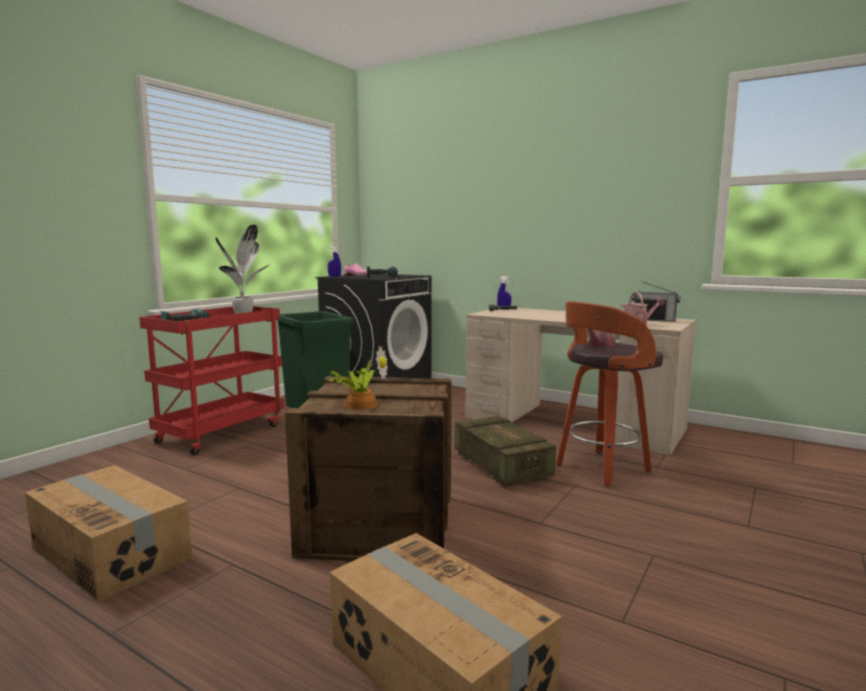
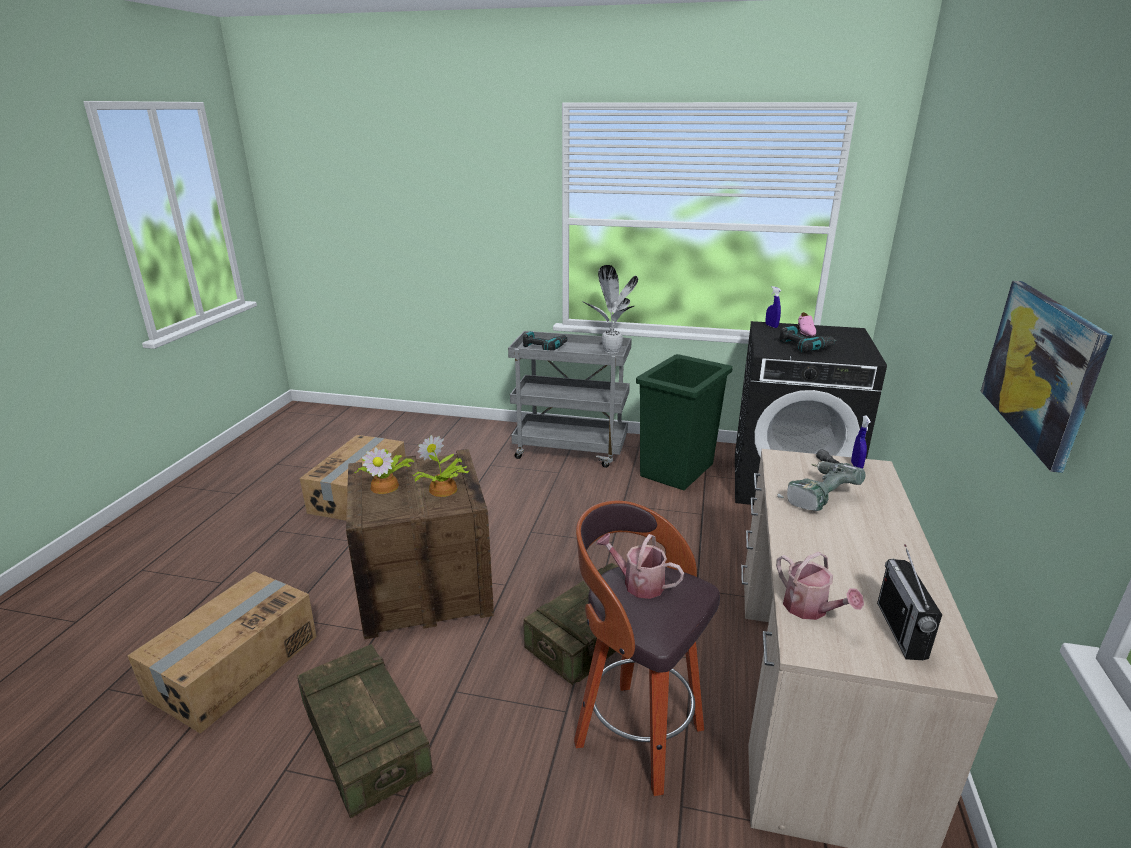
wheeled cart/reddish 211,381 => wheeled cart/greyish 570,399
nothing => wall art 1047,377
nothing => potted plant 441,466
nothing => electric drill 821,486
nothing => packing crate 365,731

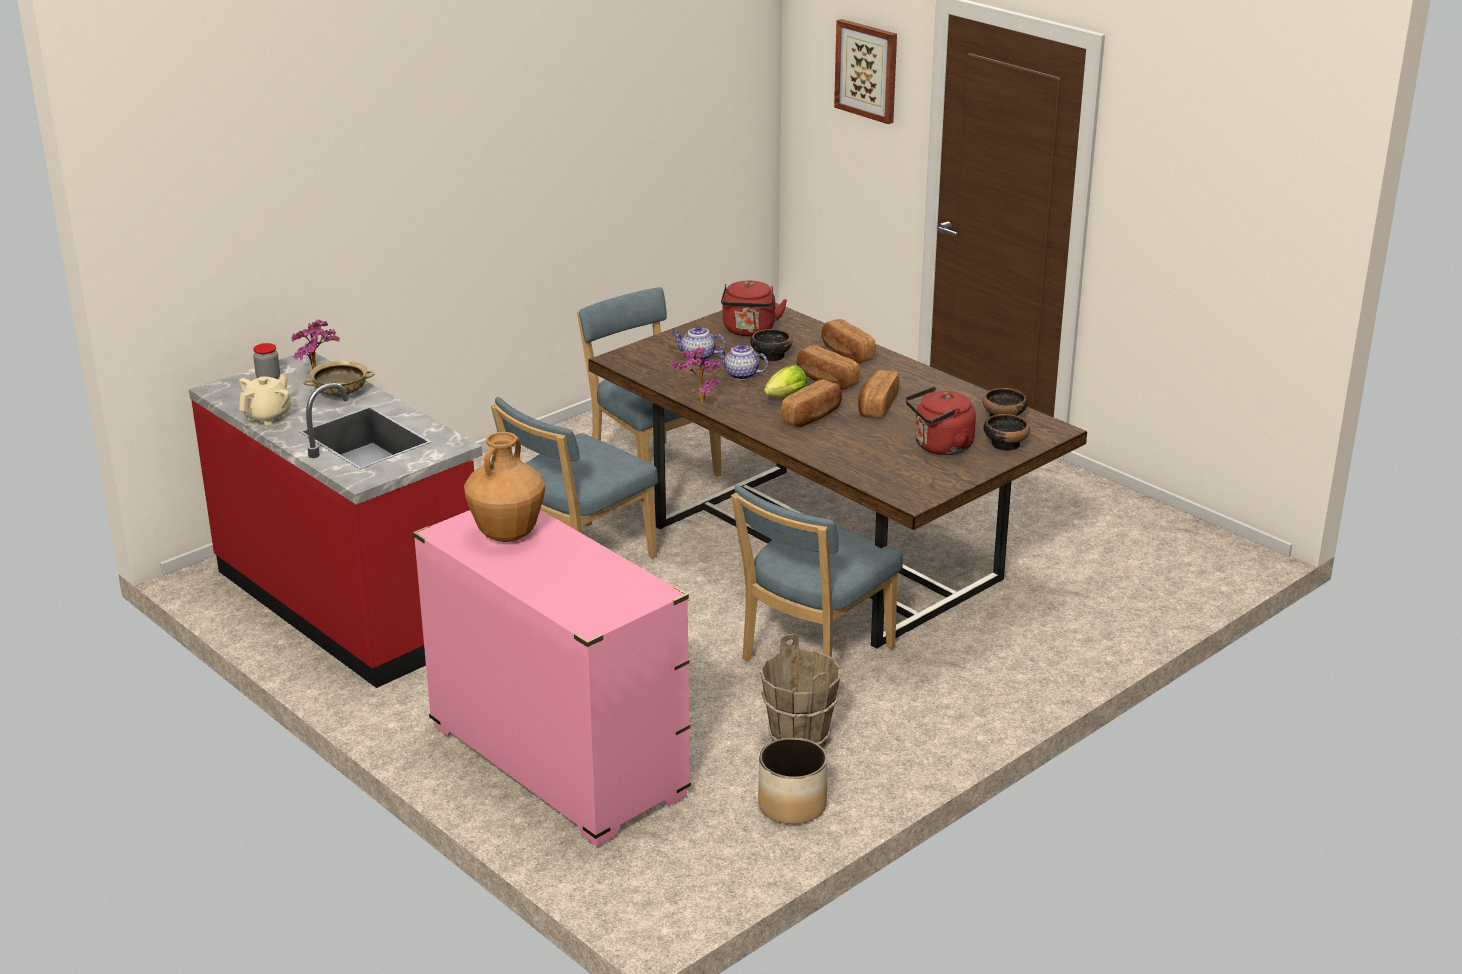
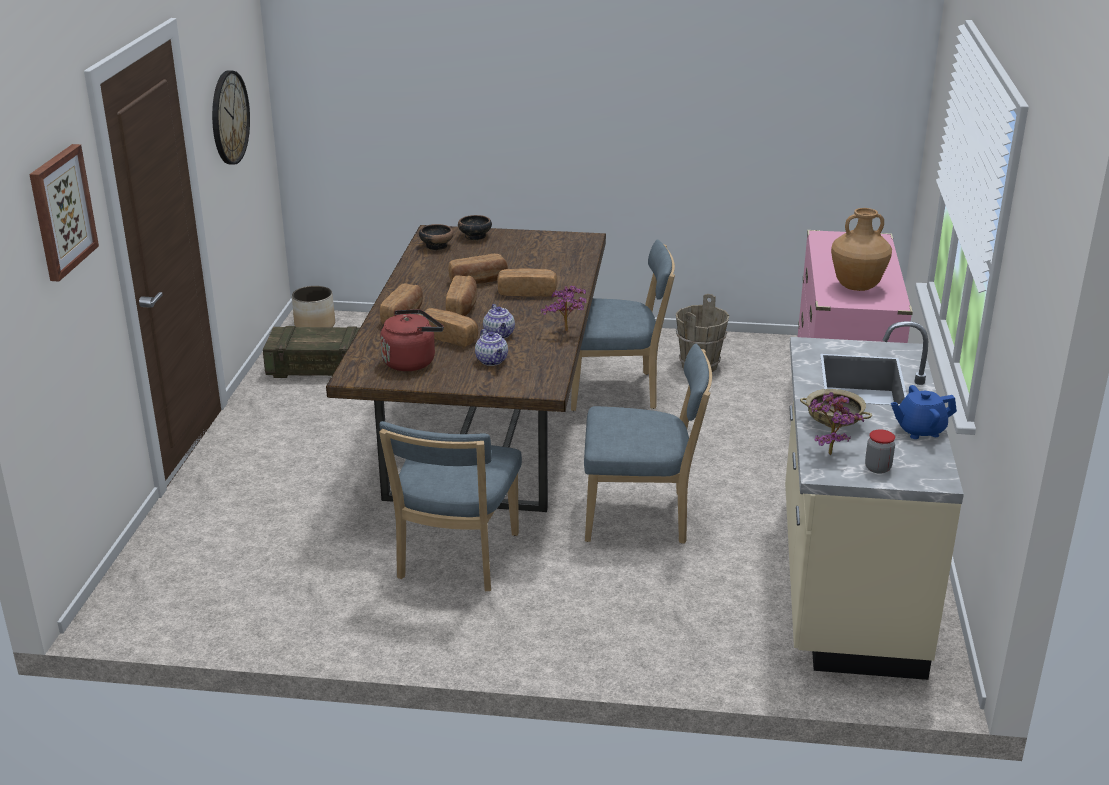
bowl 771,345 => baked bread 448,327
kitchen counter/reddish 336,520 => kitchen counter/beige-coloured 874,500
head of lettuce 785,381 => nothing
tea pot/beige-coloured 265,398 => tea pot/bluish 924,412
kettle/reddish 941,421 => nothing
plant pot 792,781 => plant pot 313,306, move
nothing => hanging clock 231,117
nothing => packing crate 311,352

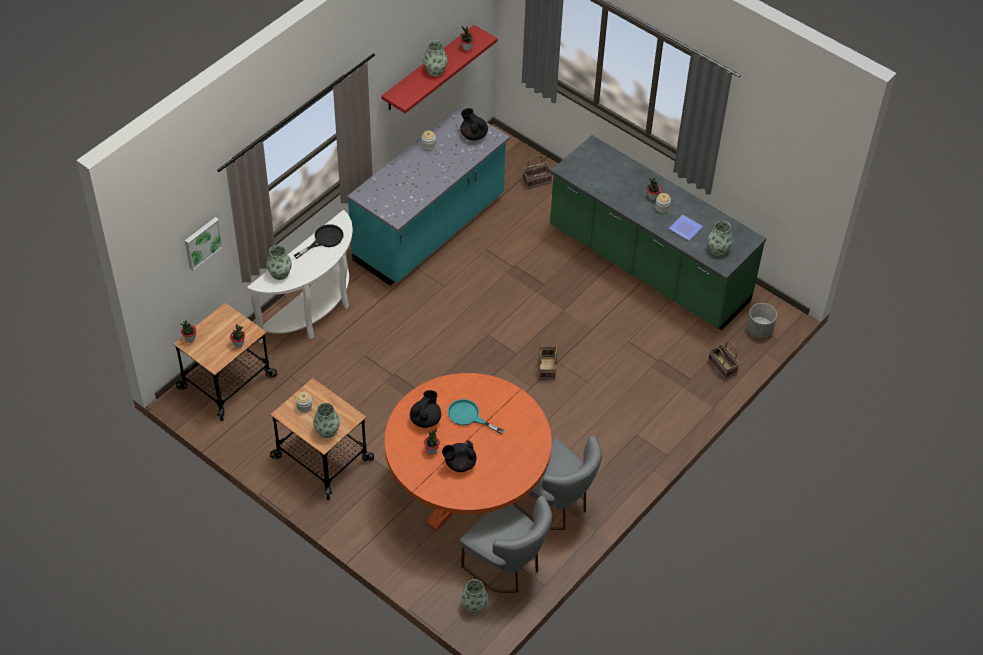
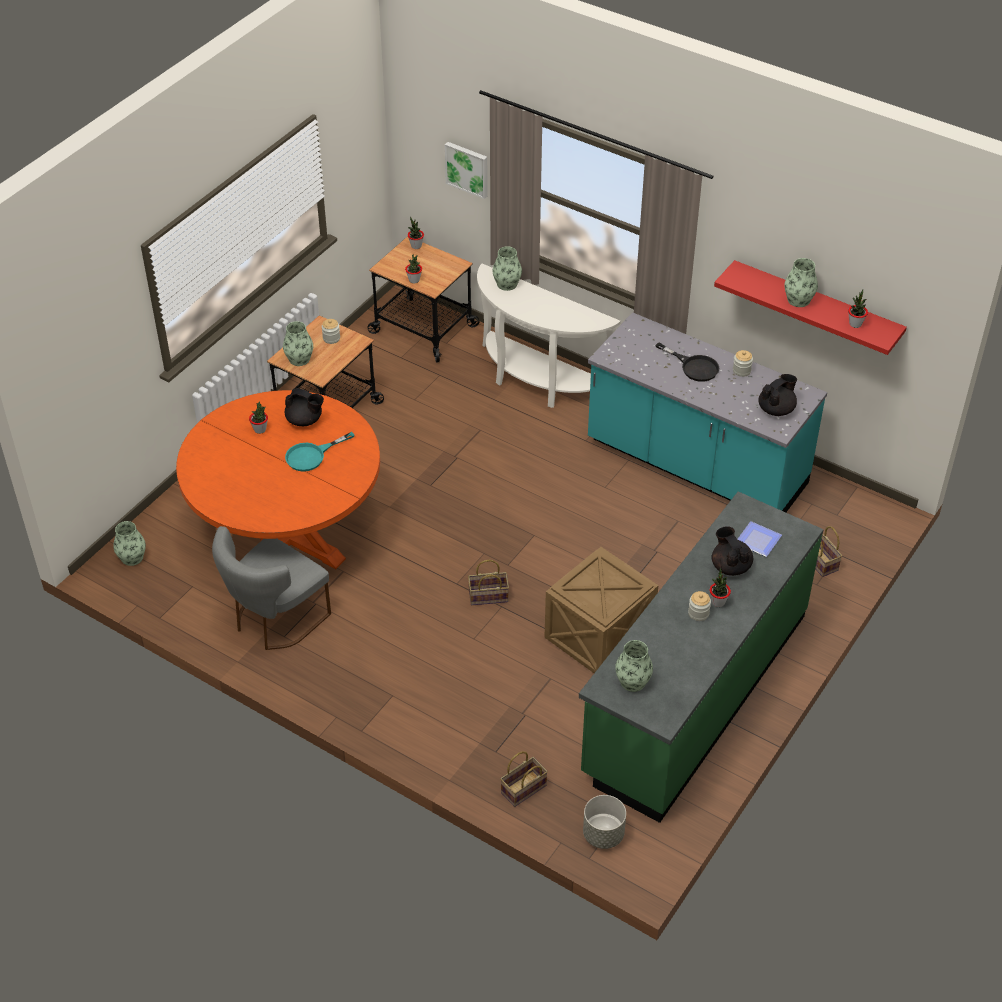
flat dish 686,227 => flat dish 760,539, move
skillet/blackish 319,241 => skillet/blackish 687,362, move
skillet/turquoise-coloured 476,417 => skillet/turquoise-coloured 320,452, 150 degrees counterclockwise
tea pot/blackish 459,456 => tea pot/blackish 732,551, move
plain chair/greyish 506,544 => nothing
nothing => packing crate 601,610

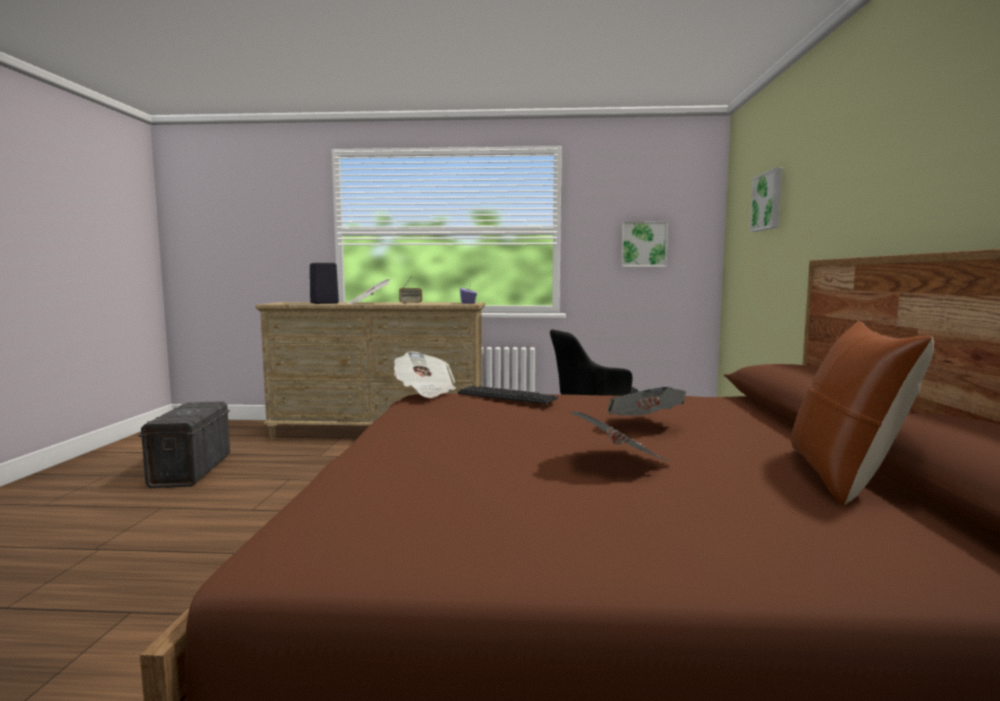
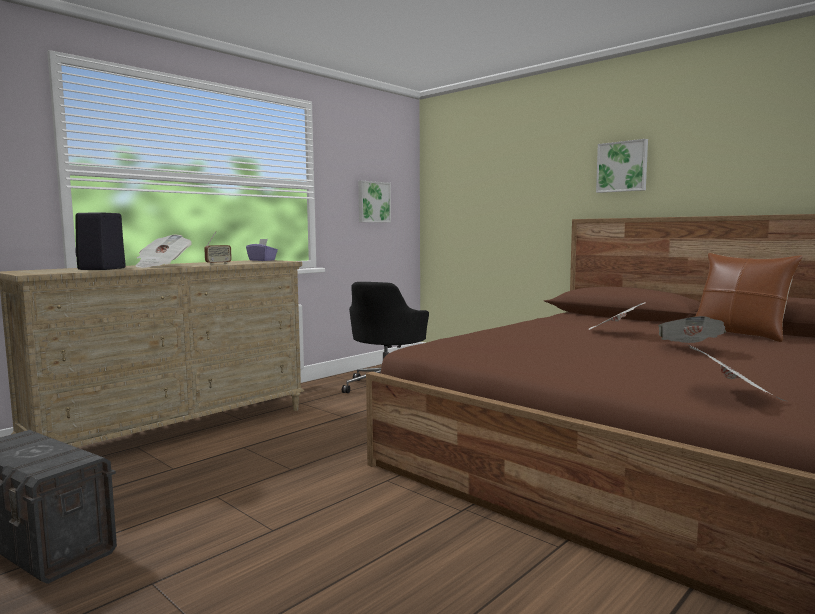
wall art 766,200 => wall art 622,166, move
printed paper 425,374 => printed paper 736,372, move
keyboard 508,395 => nothing

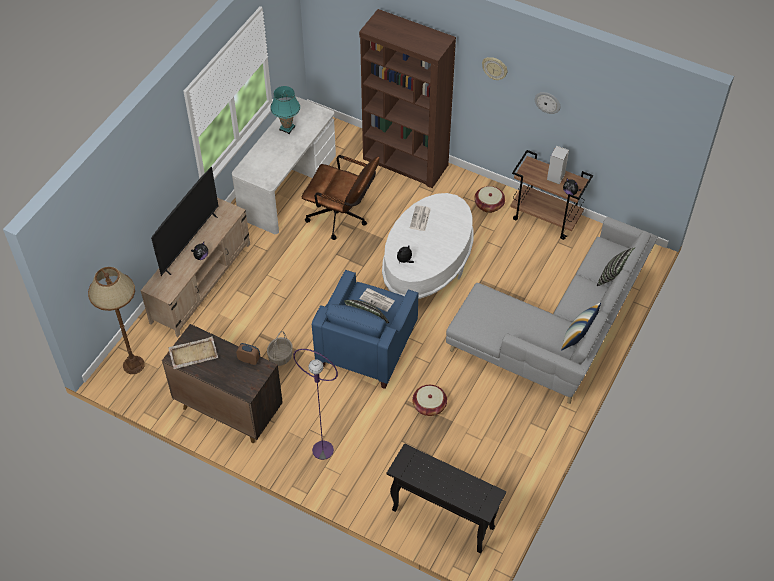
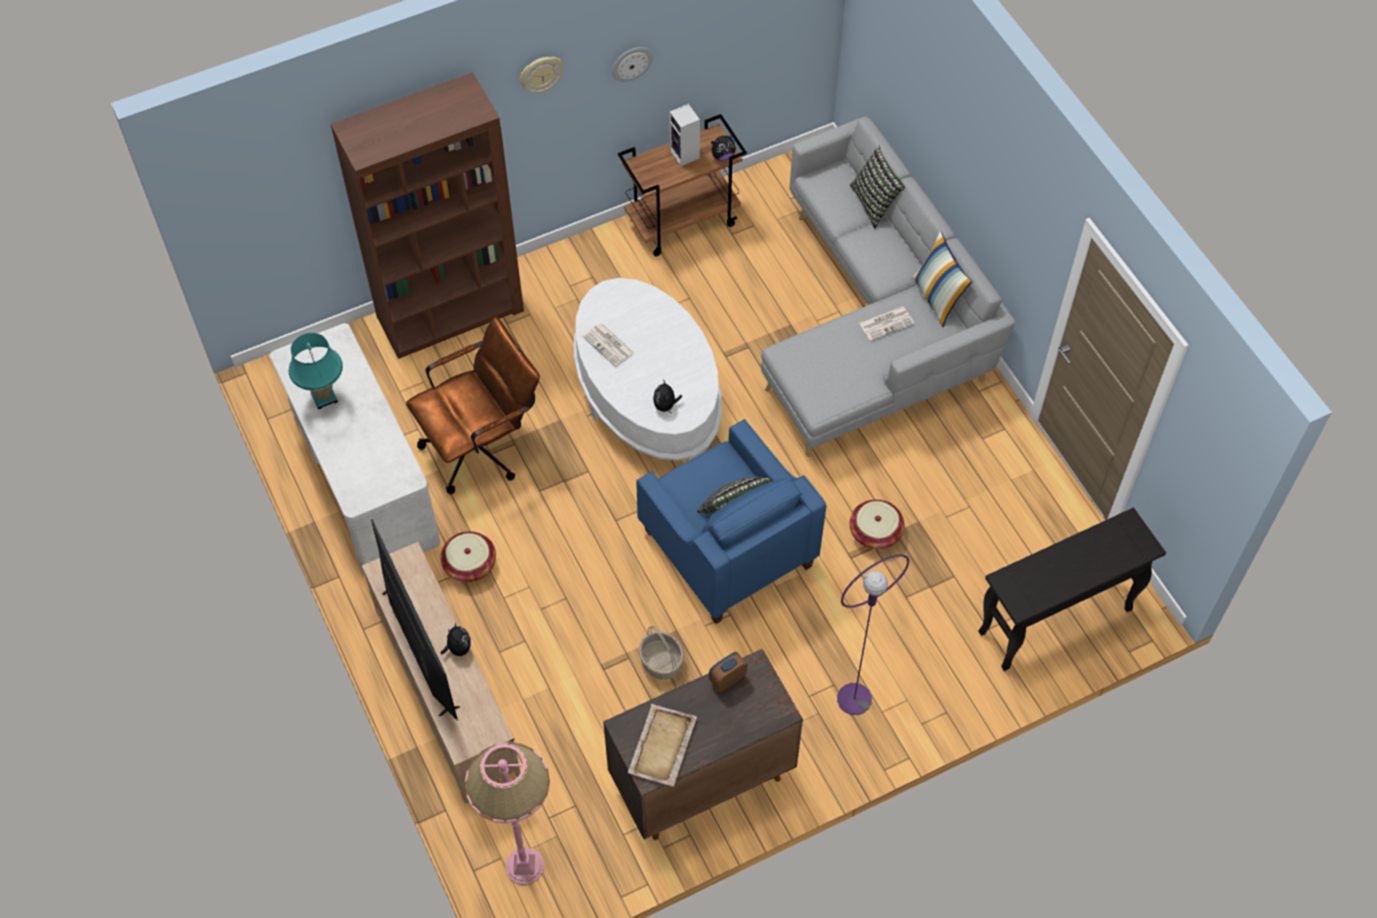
basket 489,199 => basket 468,556, move
standing lamp/brown-coloured 116,320 => standing lamp/pink-coloured 507,813
printed paper 377,300 => printed paper 887,323, move

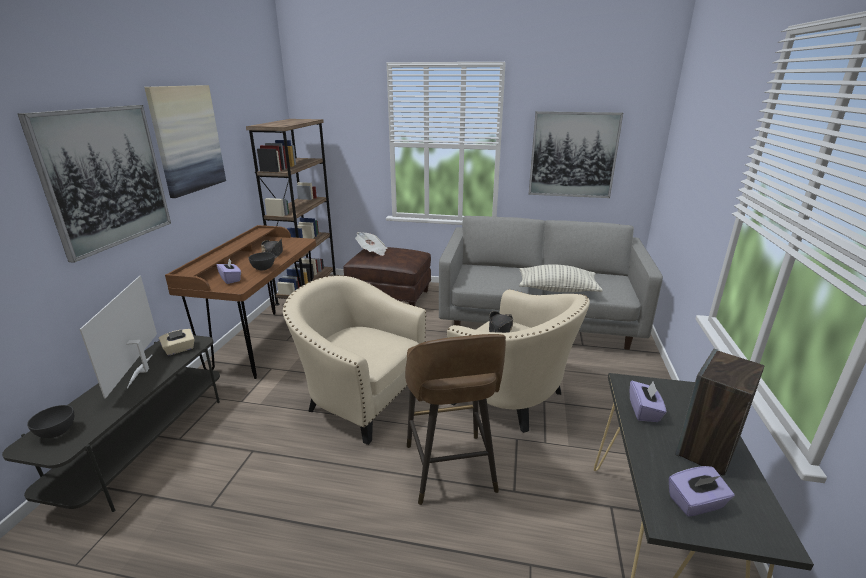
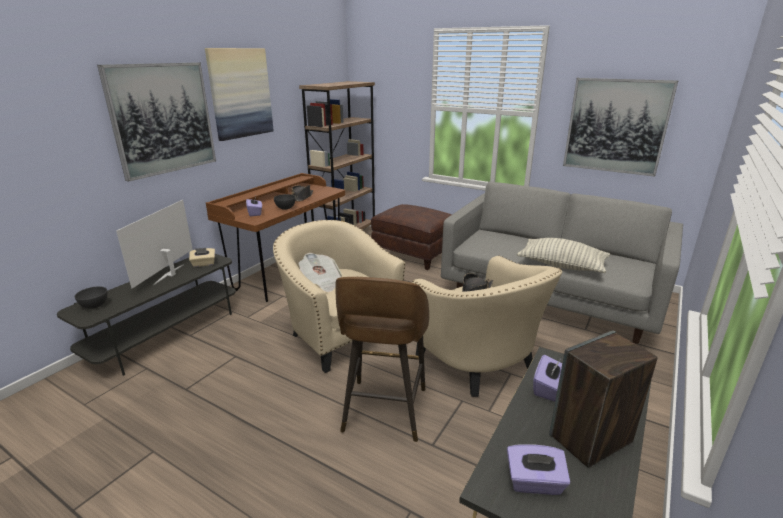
printed paper 371,244 => printed paper 320,272, move

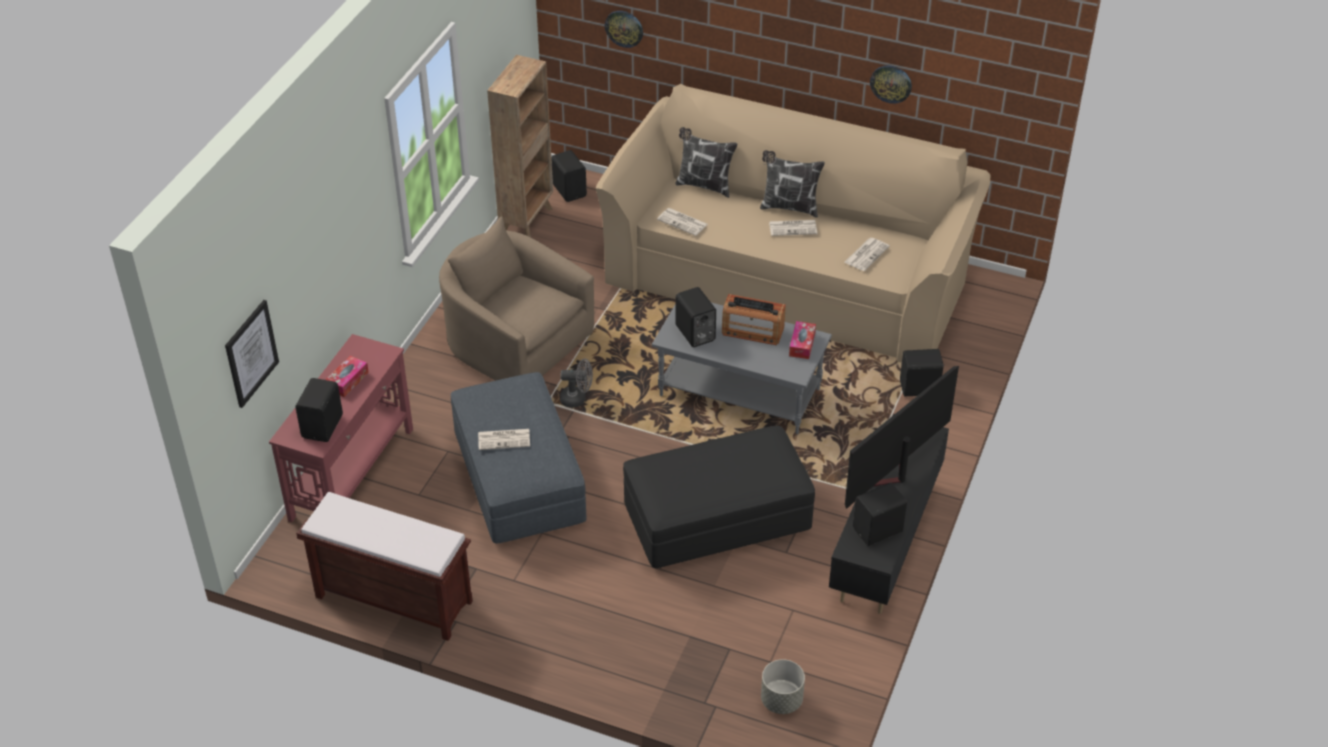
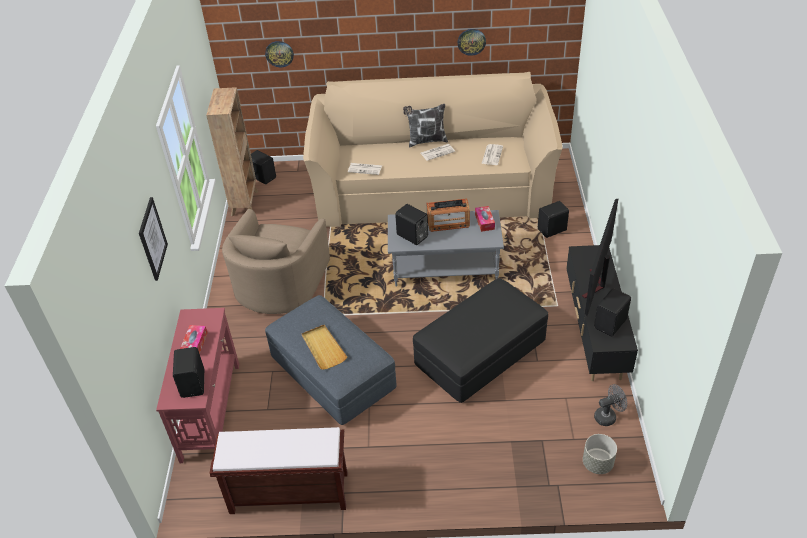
throw pillow 706,162 => nothing
easy chair/beige-coloured 516,299 => easy chair/beige-coloured 276,261, 90 degrees counterclockwise
wall art 252,354 => wall art 153,239, move
fan/greyish 576,382 => fan/greyish 610,405, move
printed paper 504,439 => tray/beige-coloured 324,347

